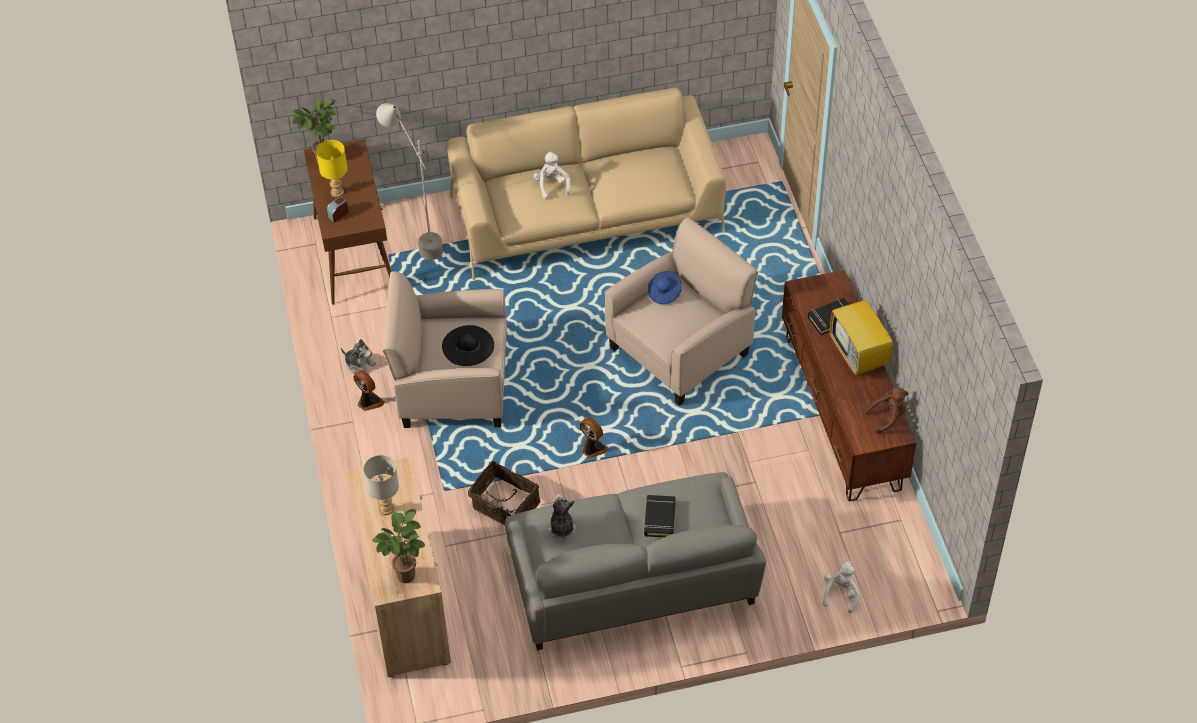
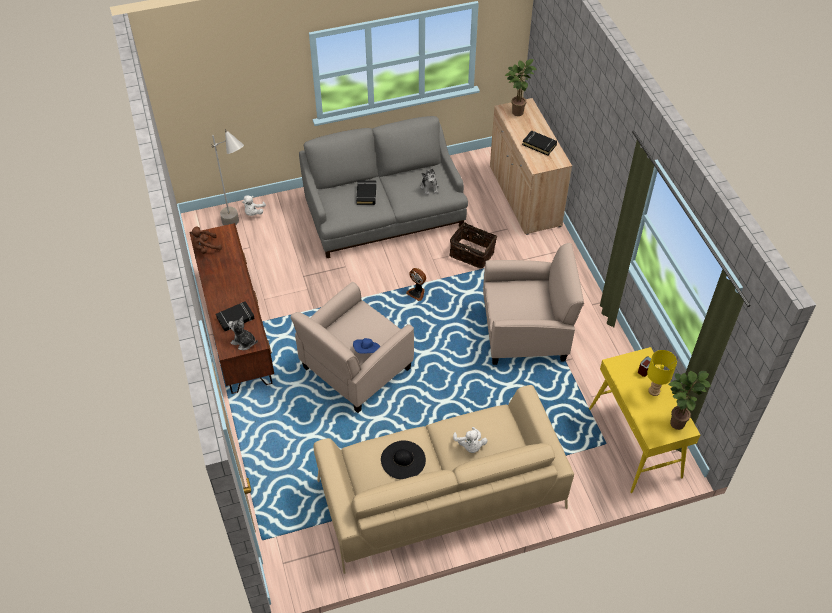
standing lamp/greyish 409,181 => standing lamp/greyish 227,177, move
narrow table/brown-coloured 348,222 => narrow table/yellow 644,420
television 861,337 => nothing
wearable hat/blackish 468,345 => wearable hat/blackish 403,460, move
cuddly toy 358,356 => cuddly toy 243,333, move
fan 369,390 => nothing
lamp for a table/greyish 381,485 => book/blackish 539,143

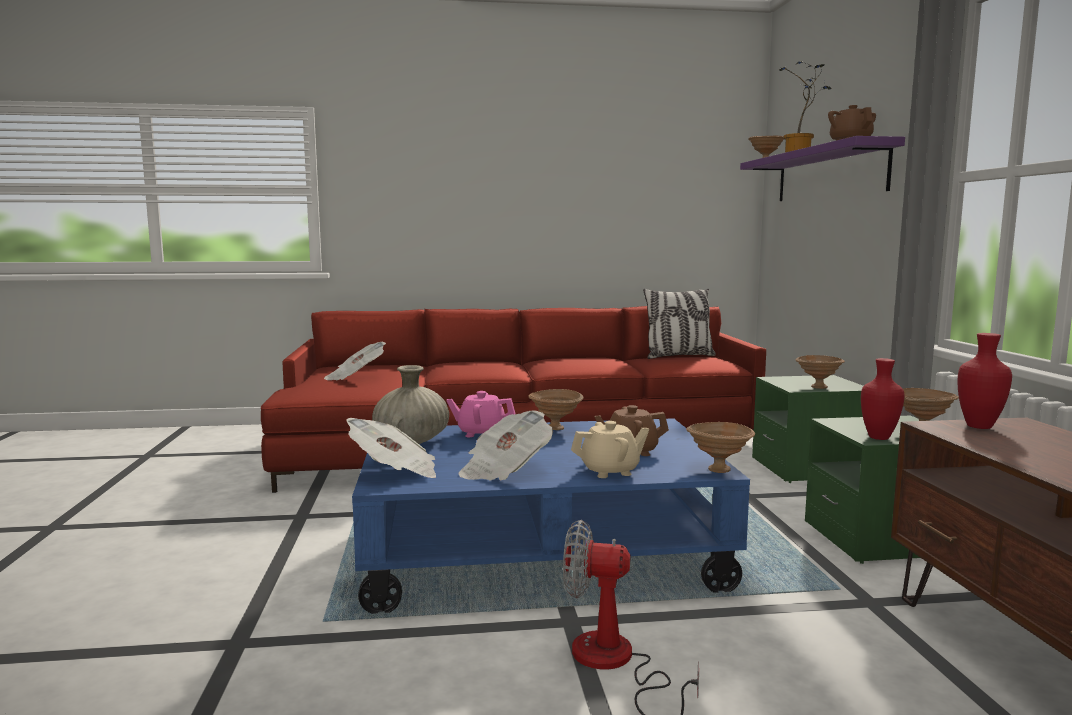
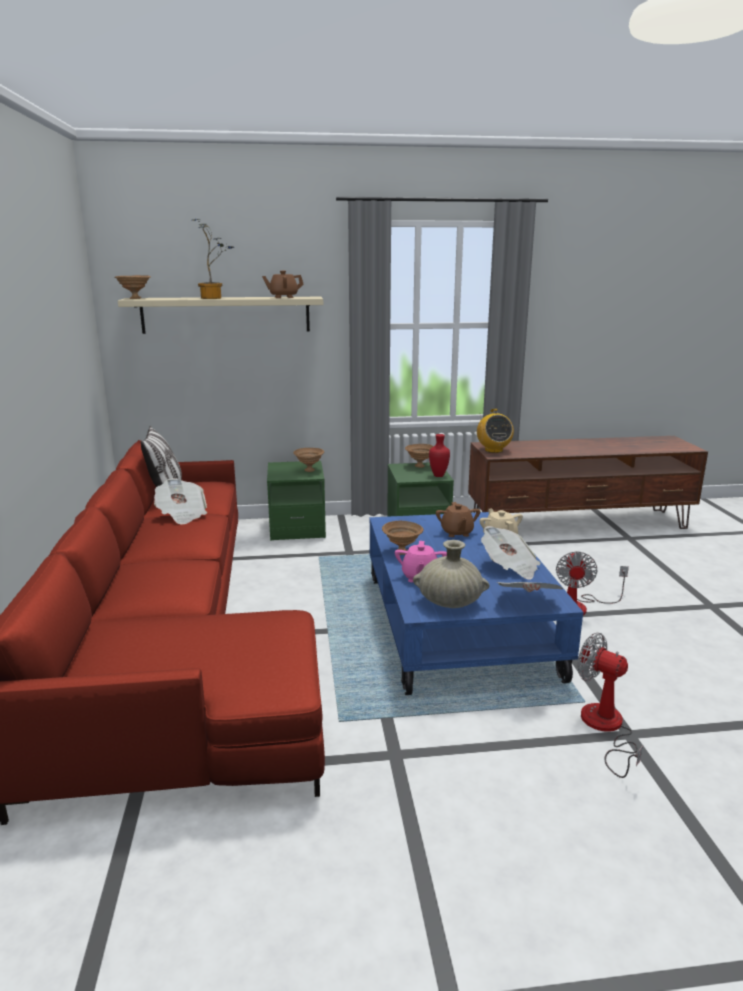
shelf/purple-coloured 822,168 => shelf/beige-coloured 220,315
vase/reddish 984,381 => radio 495,431
printed paper 355,361 => printed paper 180,501, move
bowl/brown-coloured 720,447 => nothing
nothing => fan 610,705

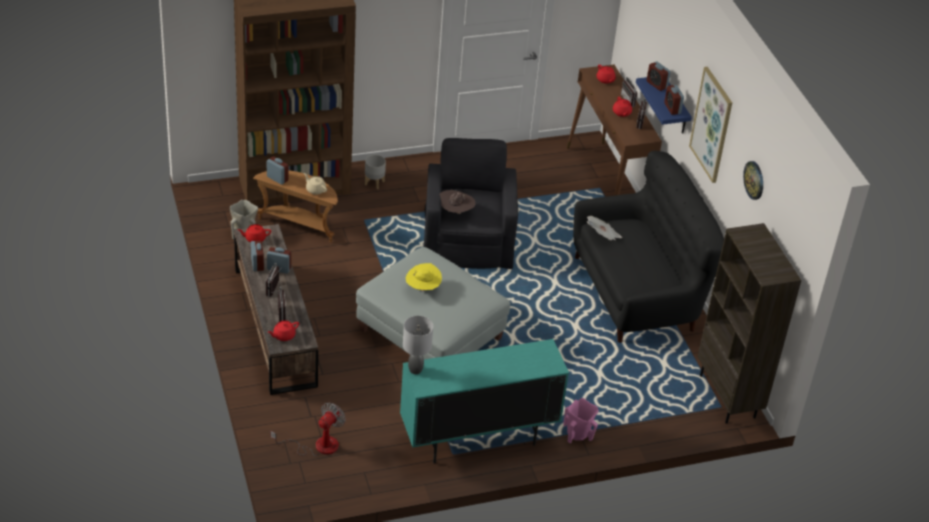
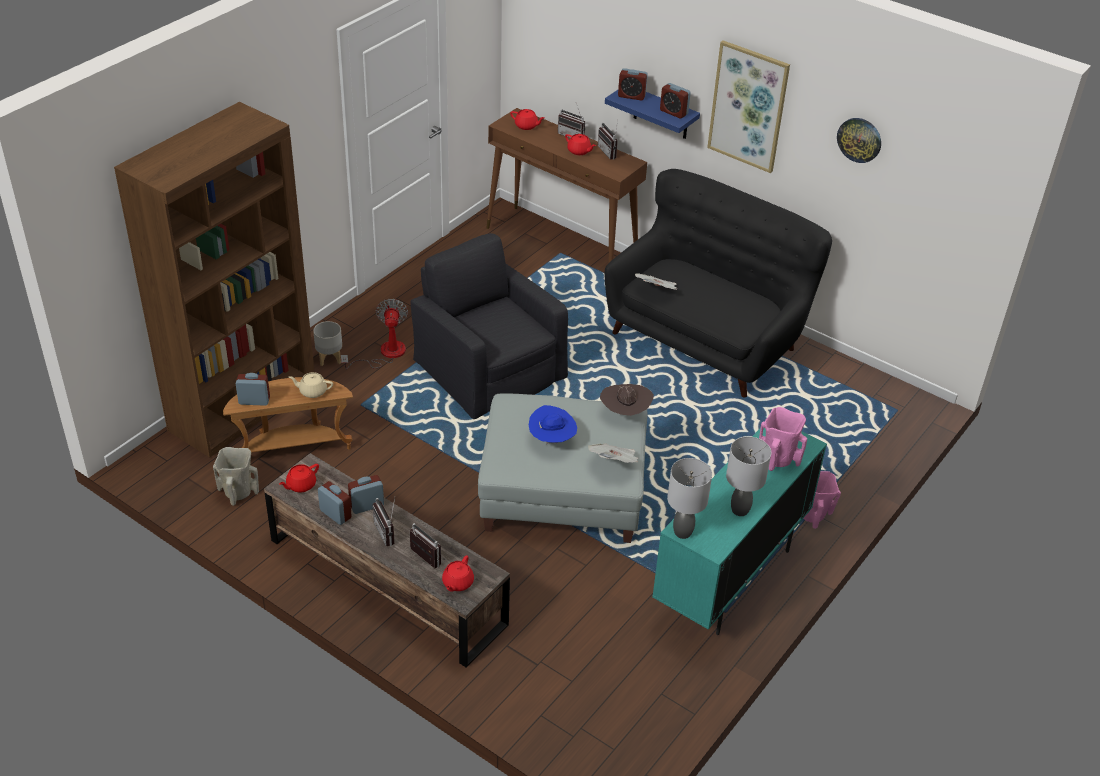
wearable hat/brown-coloured 457,202 => wearable hat/brown-coloured 627,400, move
shelving unit/brown-coloured 749,323 => nothing
wearable hat/yellow 424,277 => wearable hat/bluish 553,425
fan 307,429 => fan 374,334, move
nothing => vase/pink-coloured 783,439
nothing => lamp for a table/greyish 748,476
nothing => printed paper 613,453

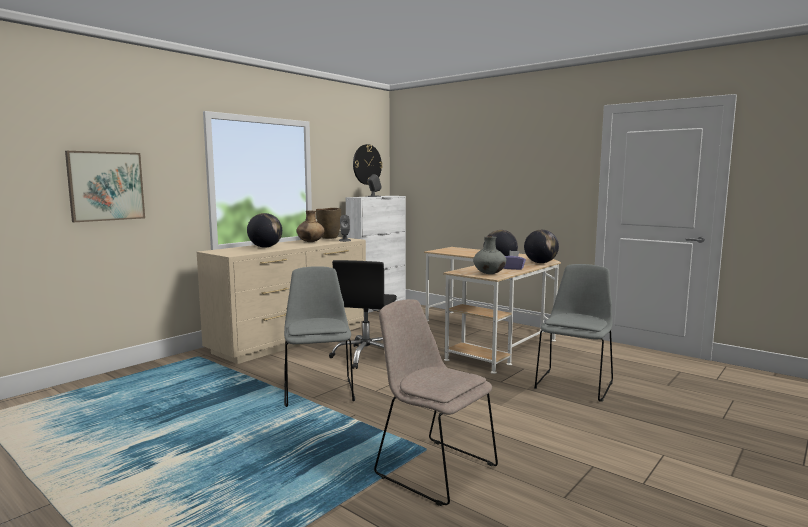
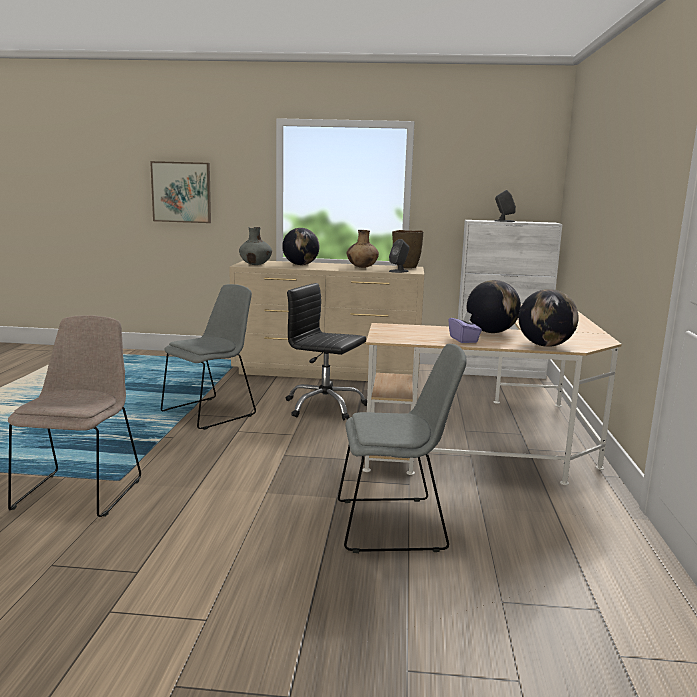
hanging clock 368,164 => nothing
vase/greyish 489,255 => vase/greyish 255,246, move
desk chair/blackish 363,314 => desk chair/blackish 326,351, 45 degrees clockwise

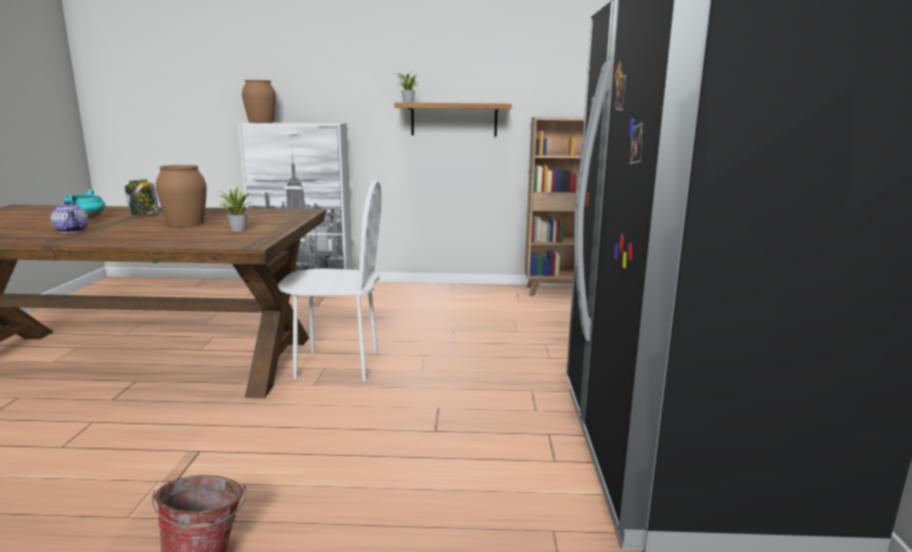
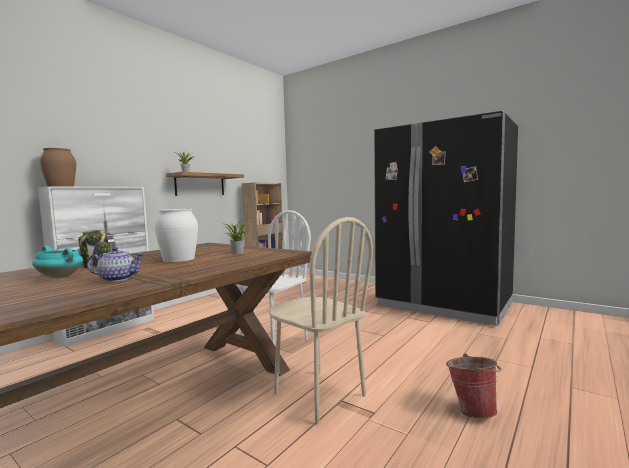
vase/brown-coloured 181,196 => vase/whitish 176,235
nothing => plain chair/beige-coloured 321,321

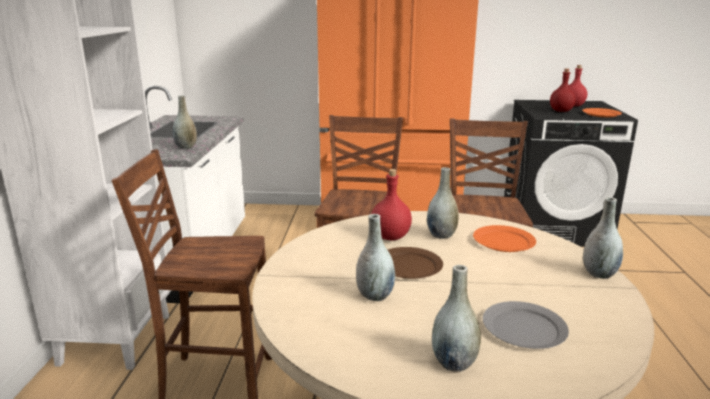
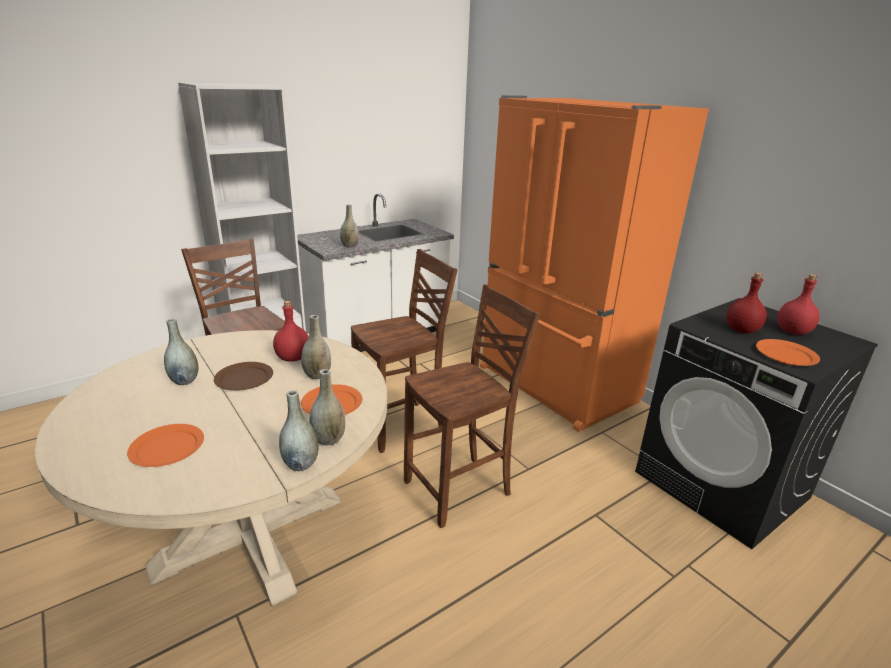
vase/greyish 456,318 => vase/greyish 327,407, move
flat dish/greyish 526,325 => flat dish/orange 165,445

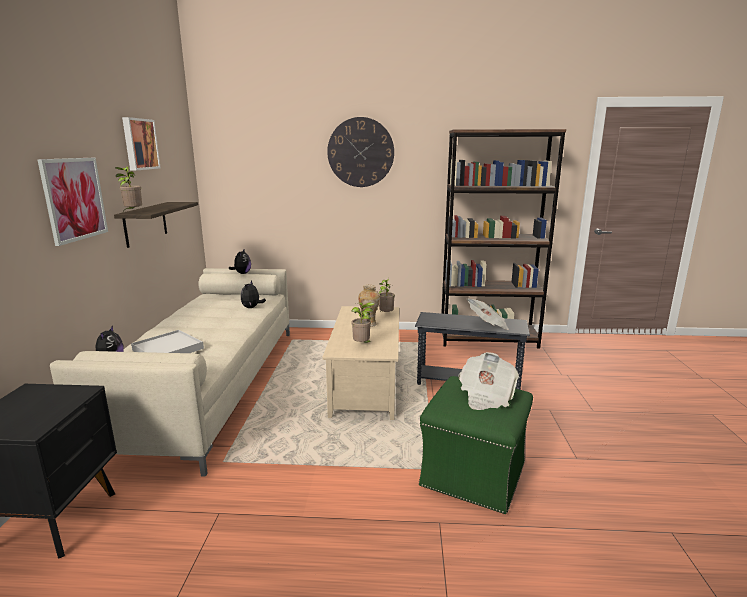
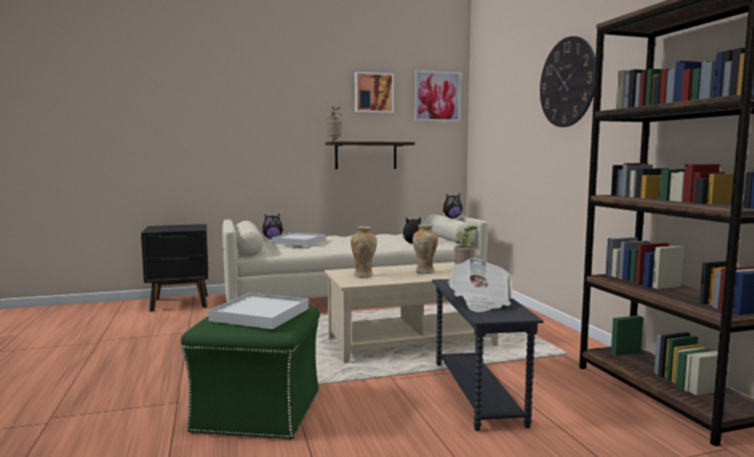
wall art 72,202 => wall art 437,96, move
potted plant 363,322 => vase 364,251
printed paper 489,381 => tray/whitish 258,311

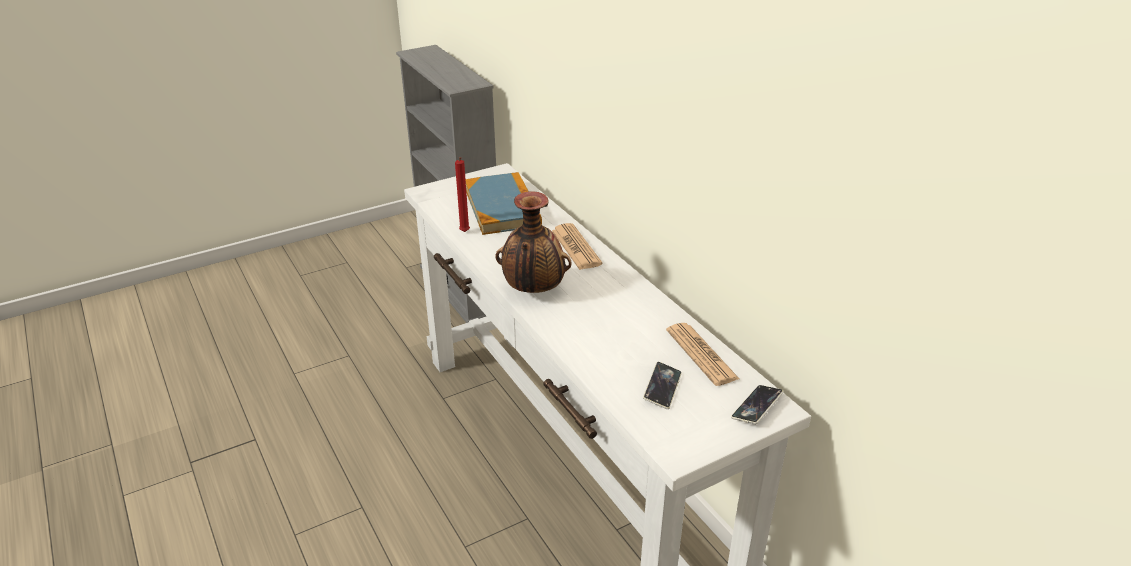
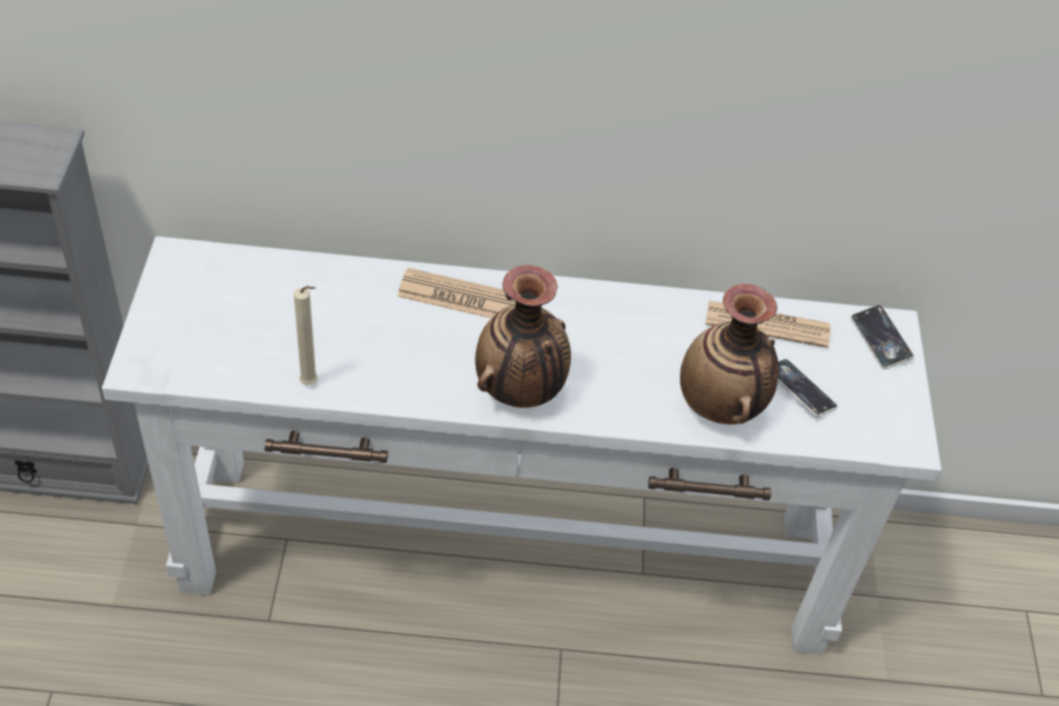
candle/reddish 462,194 => candle/beige-coloured 306,335
book 504,203 => nothing
nothing => vase 729,353

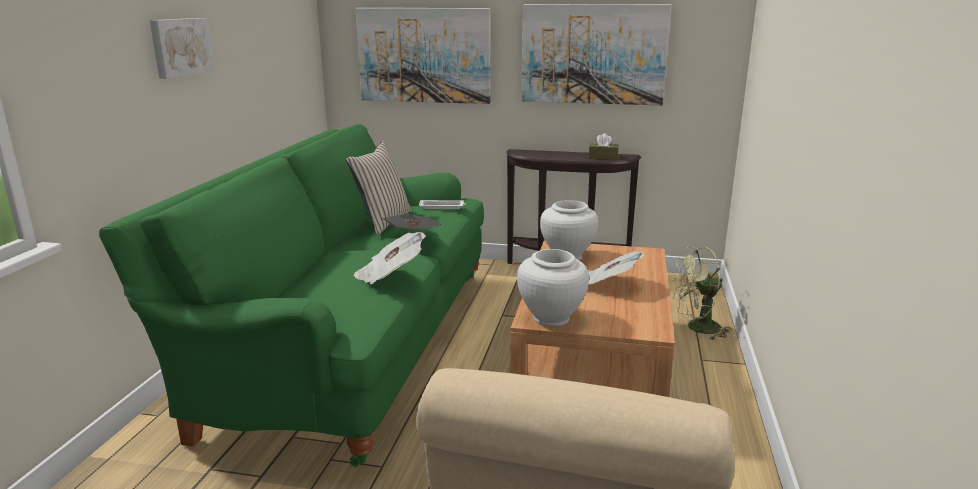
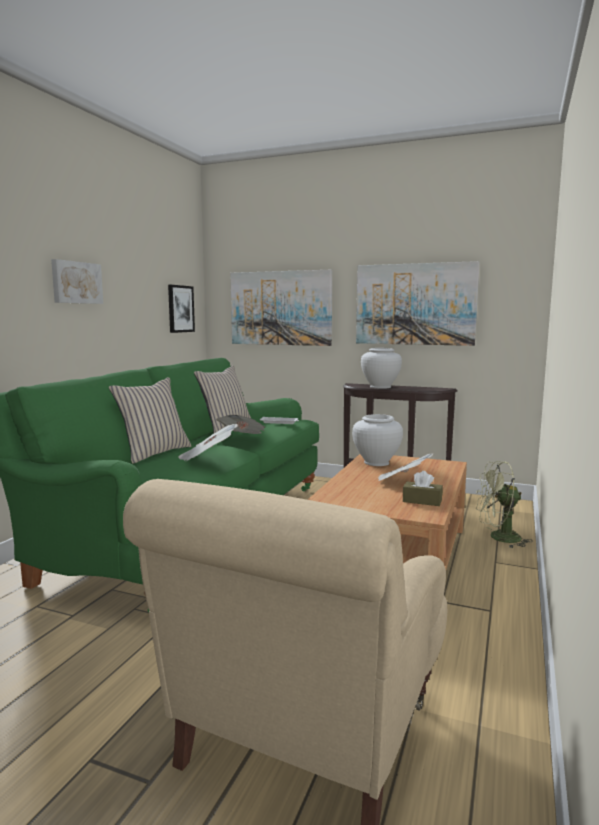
box of tissues/brown-coloured 603,146 => box of tissues/brown-coloured 423,488, move
vase/whitish 553,287 => vase/whitish 381,368, move
nothing => wall art 181,309
nothing => throw pillow/beige-coloured 150,420

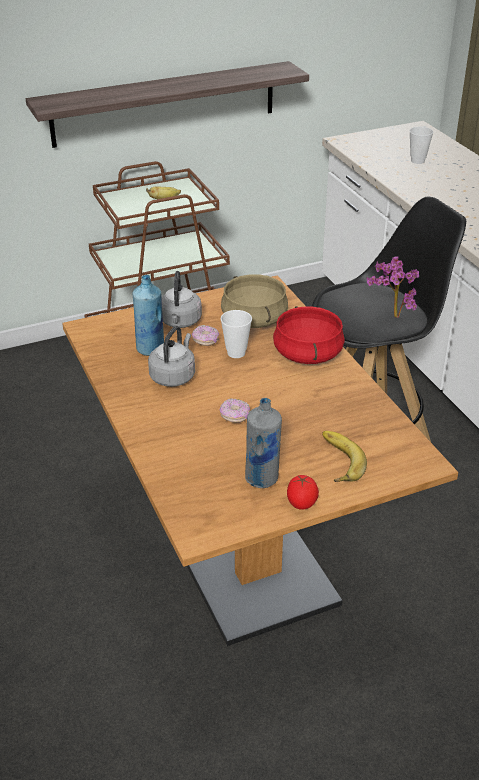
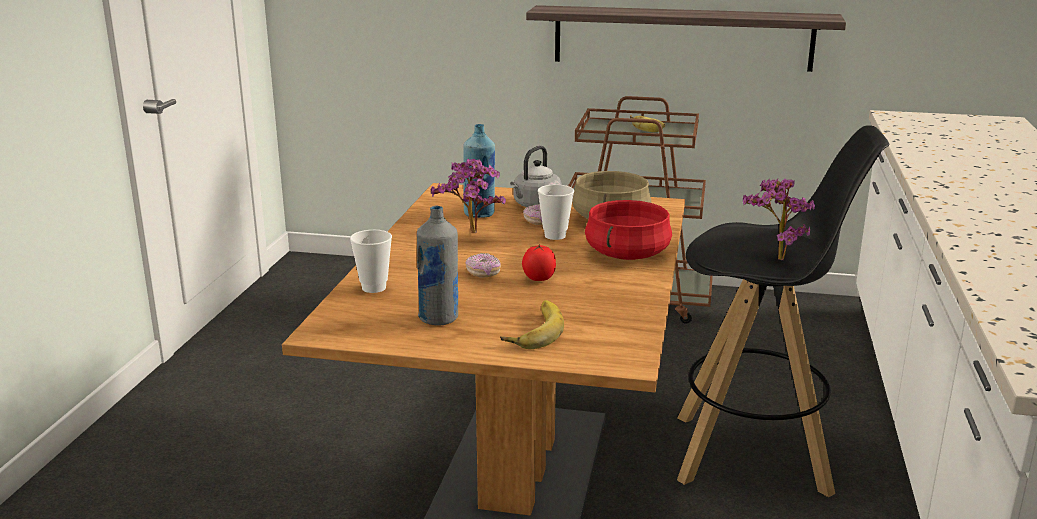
drinking cup 421,145 => drinking cup 371,261, move
kettle/greyish 171,356 => potted plant 468,196
whole tomato 303,492 => whole tomato 539,262, move

